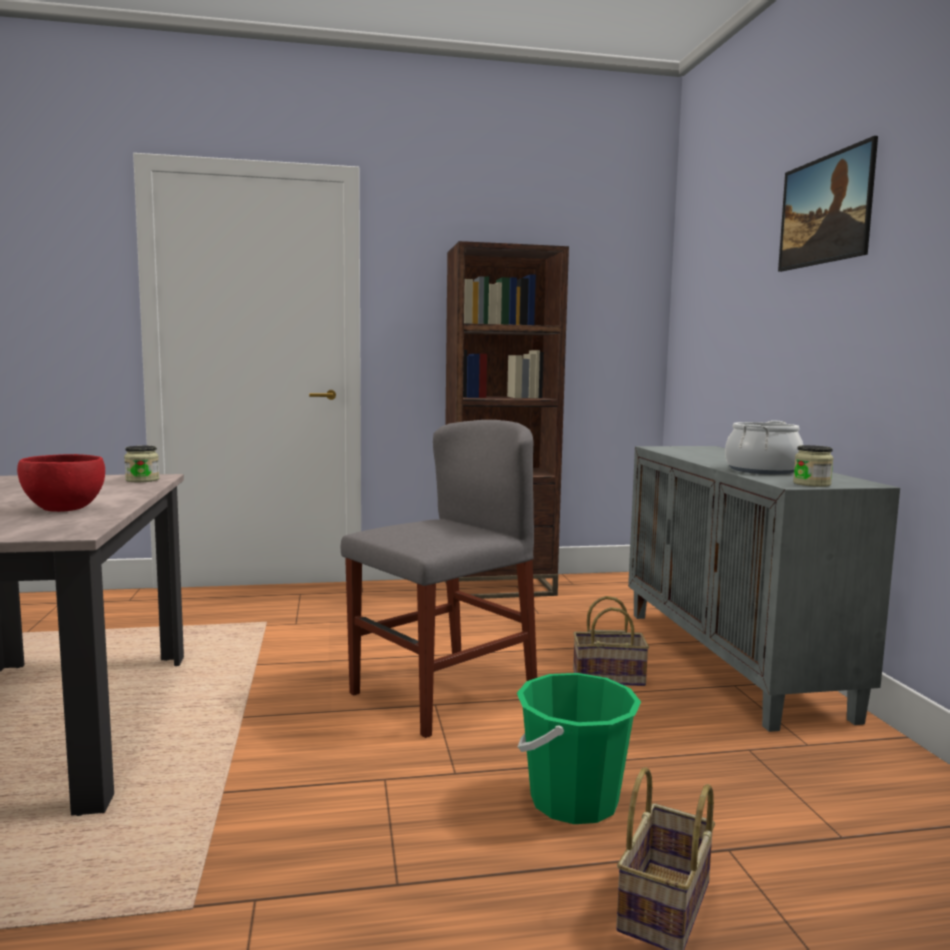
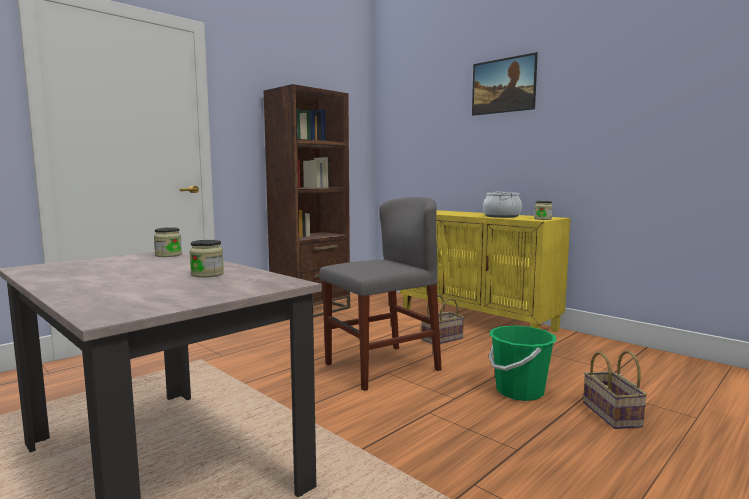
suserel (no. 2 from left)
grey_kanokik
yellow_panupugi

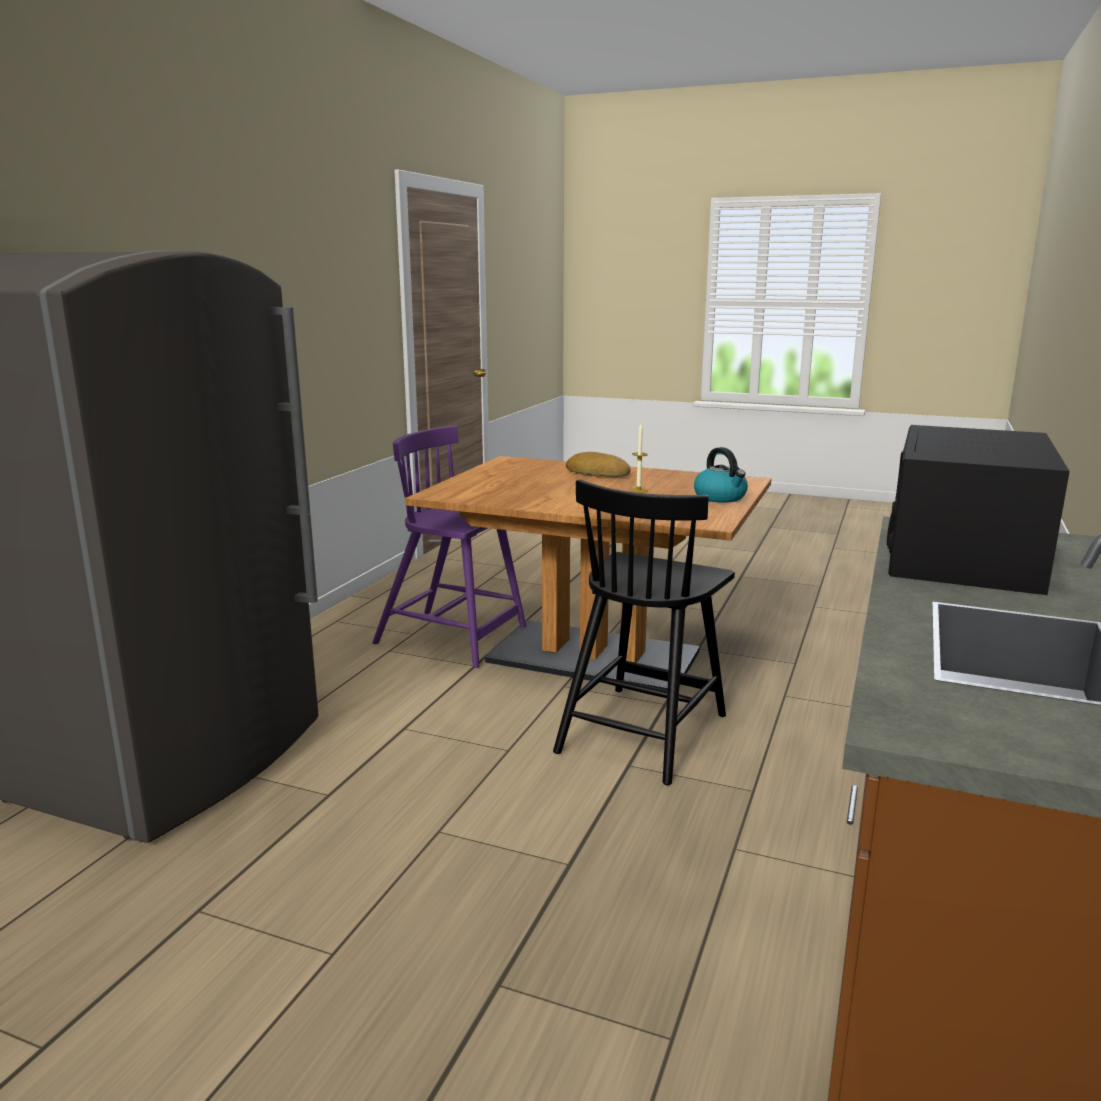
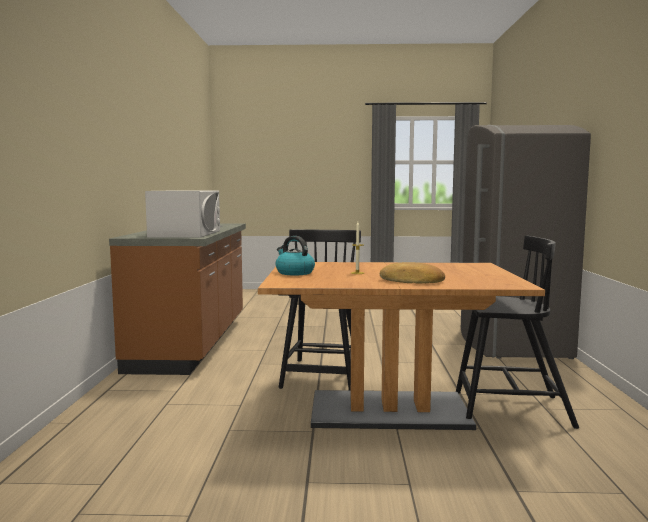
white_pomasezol
black_kanokik (no. 2 from left)

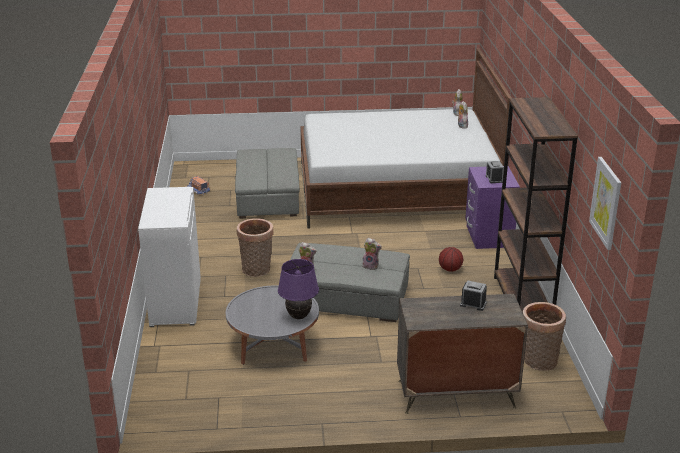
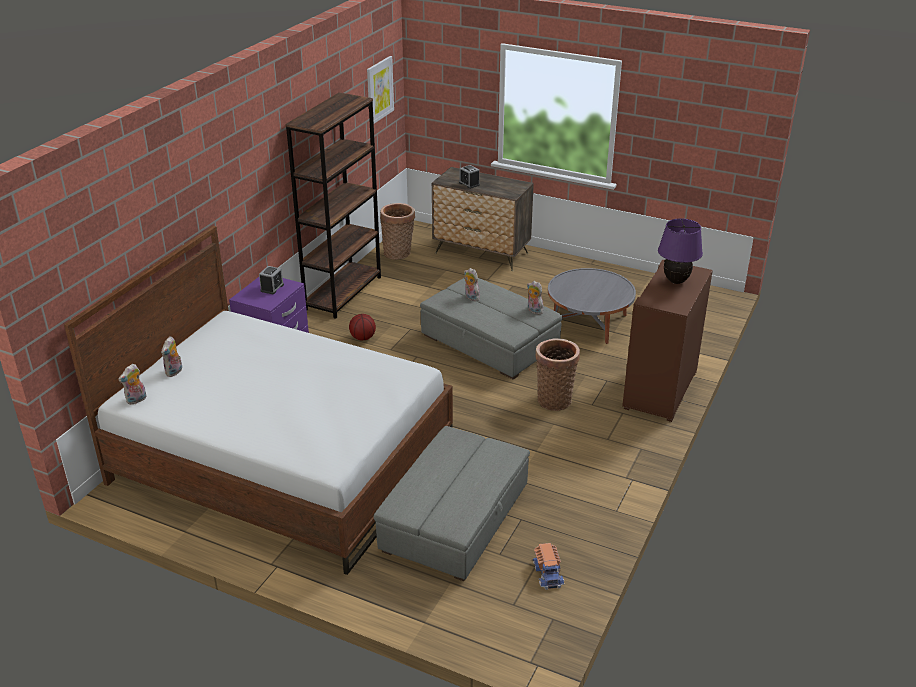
brown_panupugi
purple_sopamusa

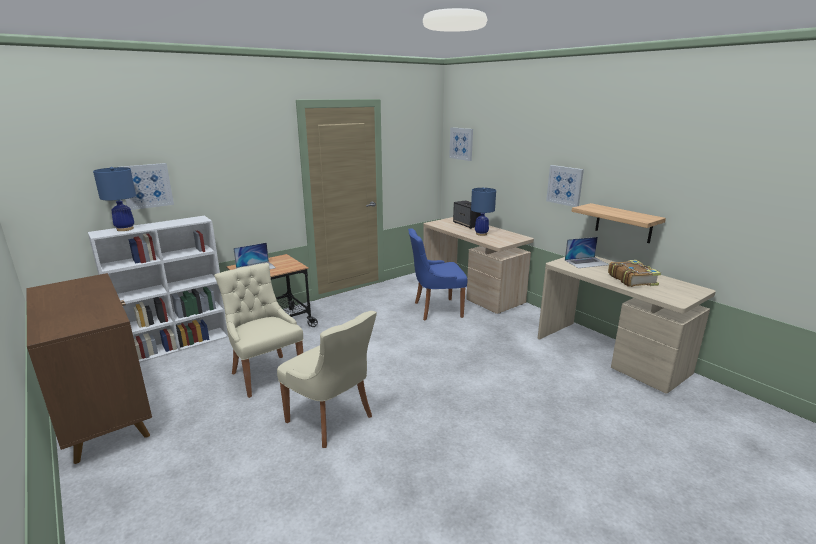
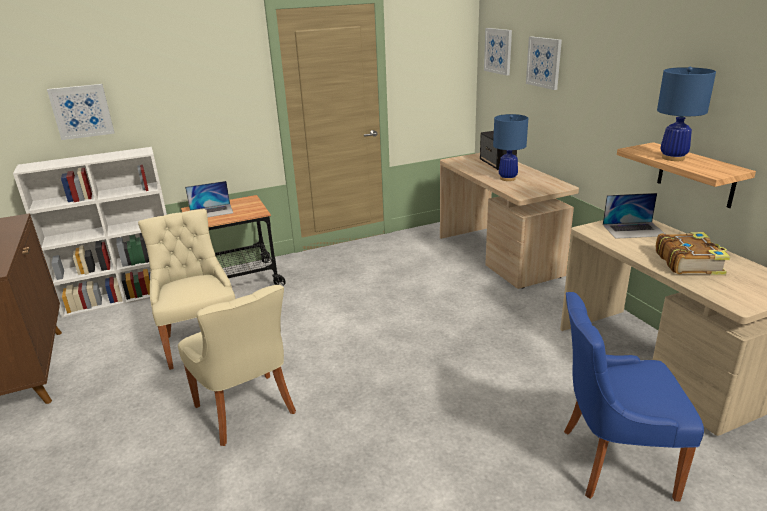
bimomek (no. 3 from left)
blue_kanokik
blue_sopamusa (no. 2 from left)

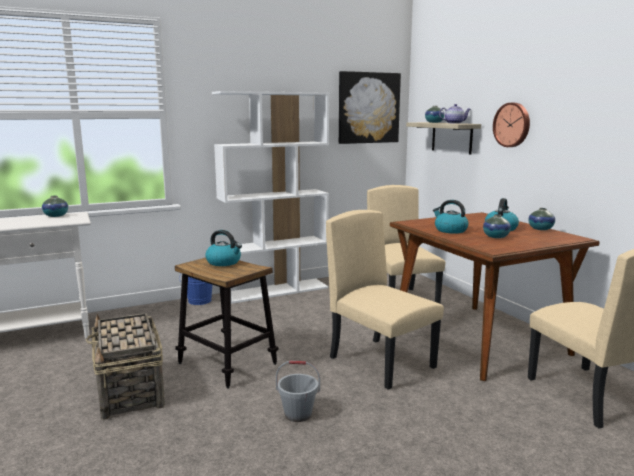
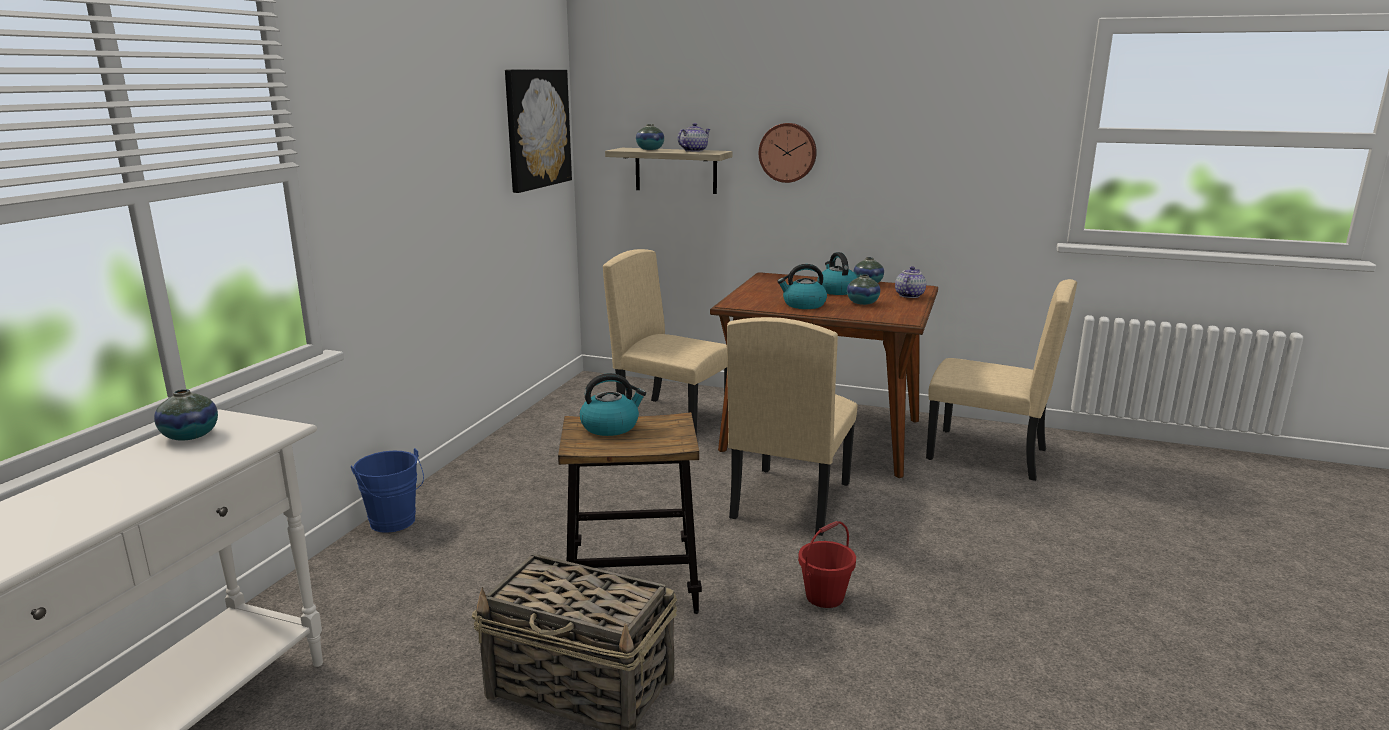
beige_kanokik (no. 2 from left)
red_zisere
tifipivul (no. 2 from left)
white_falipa

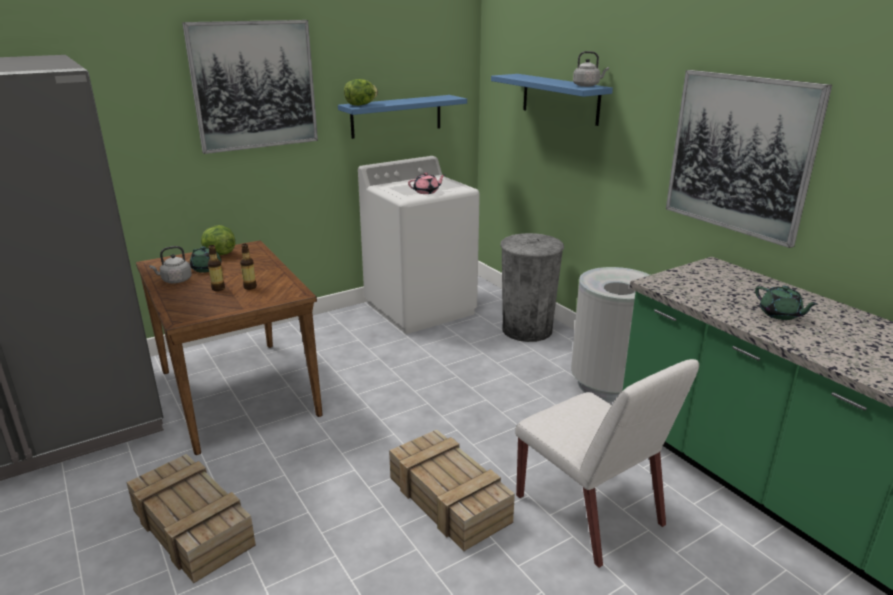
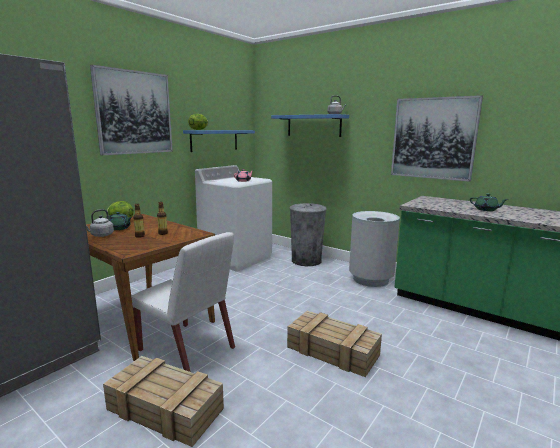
white_kanokik

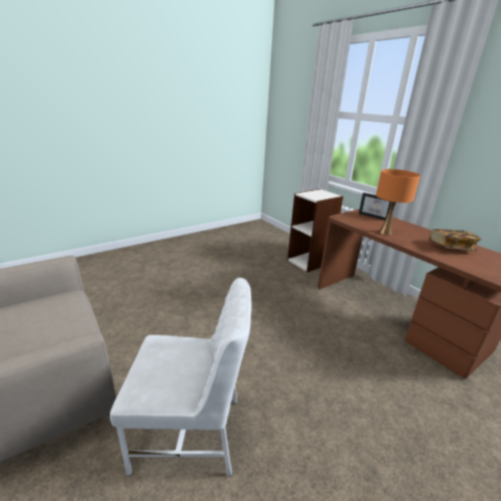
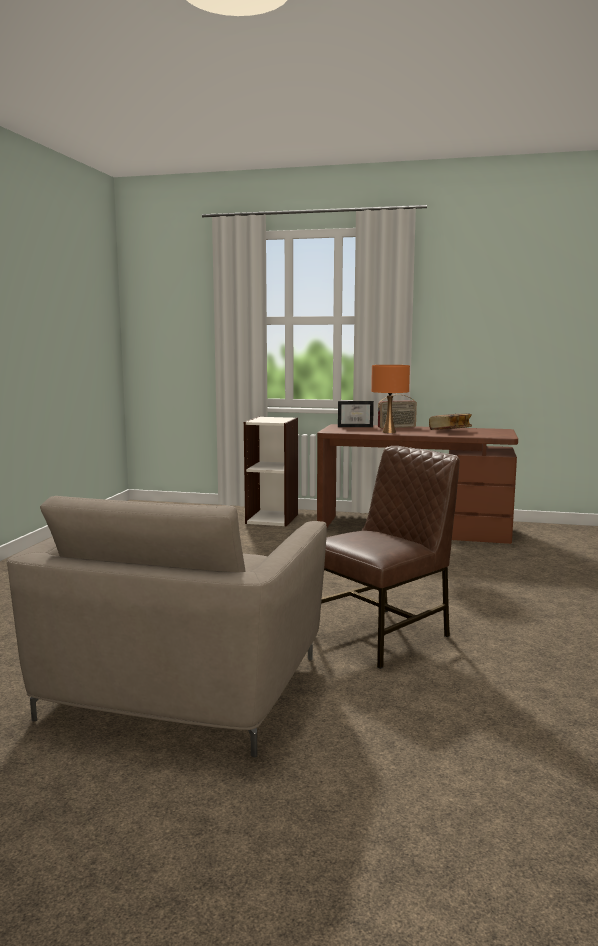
brown_kanokik
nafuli

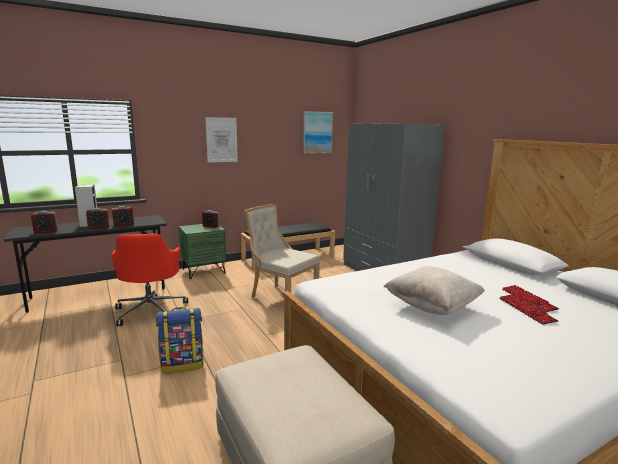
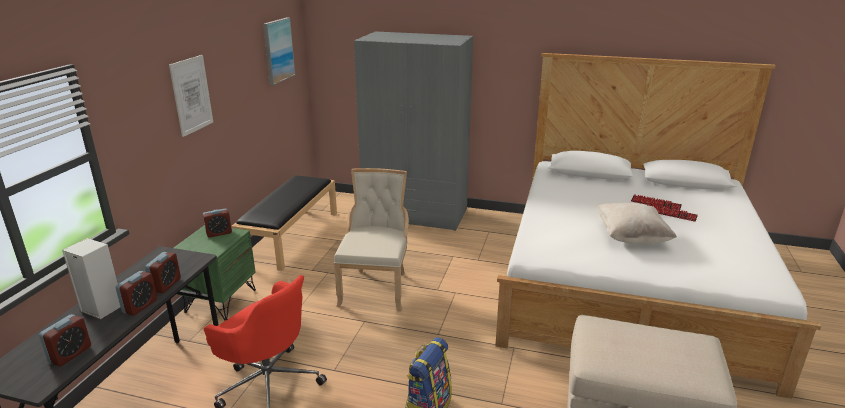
beige_kanokik

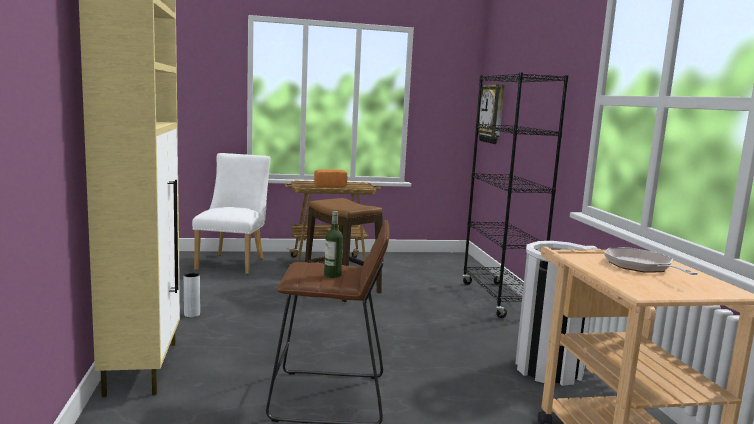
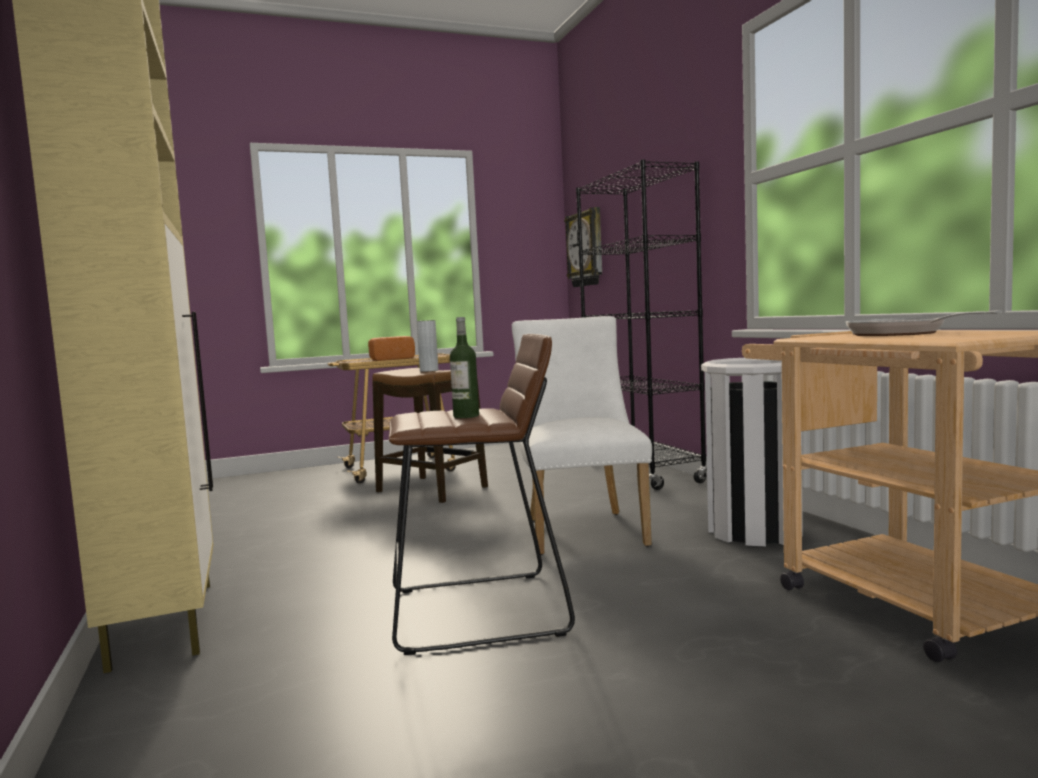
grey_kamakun
white_kanokik

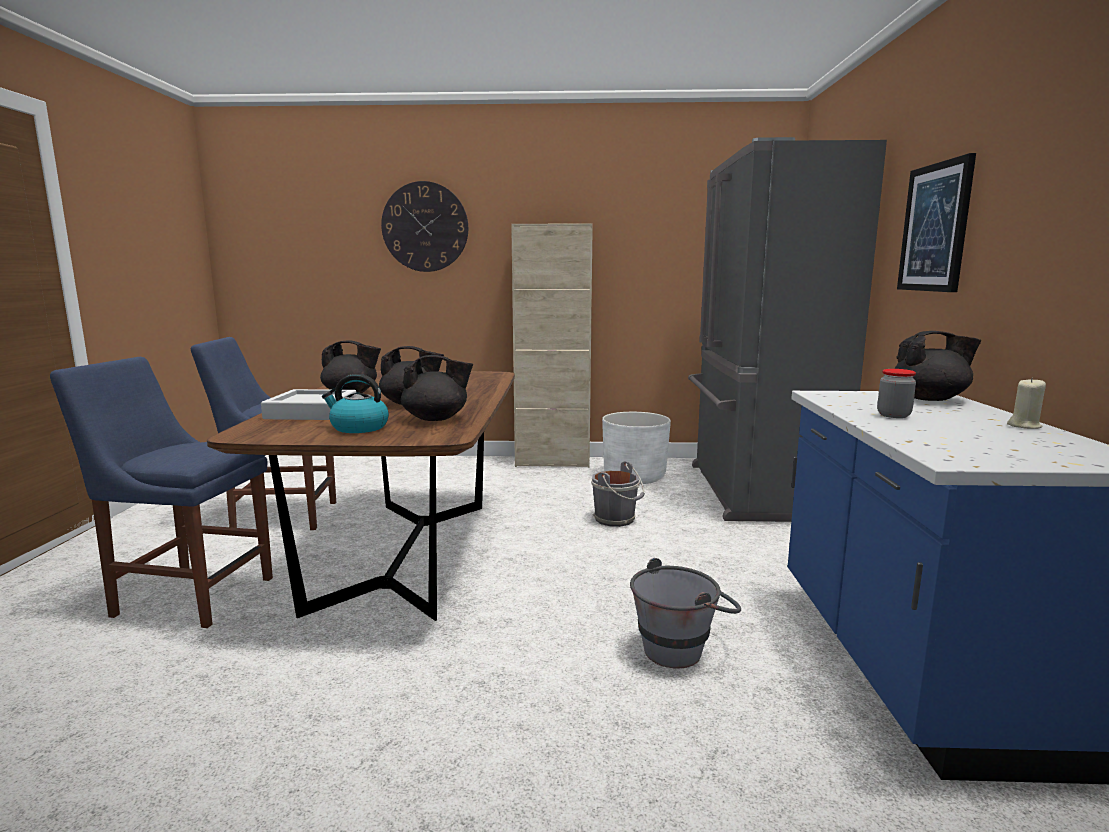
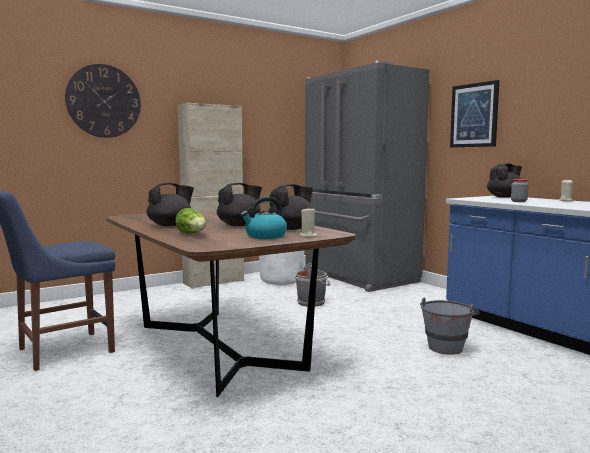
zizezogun
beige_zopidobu (no. 1 from left)
blue_kanokik (no. 1 from left in the first image)

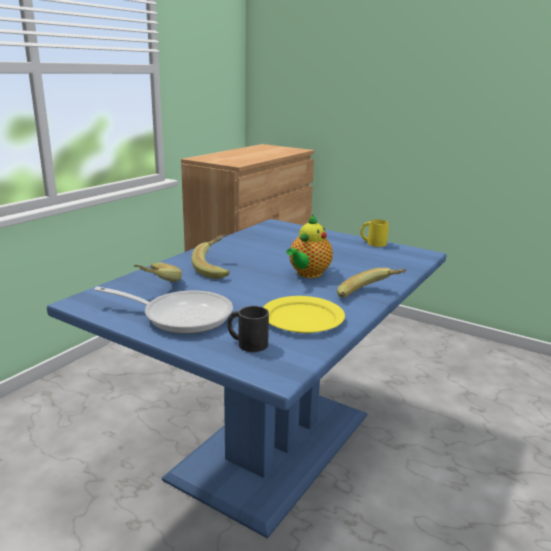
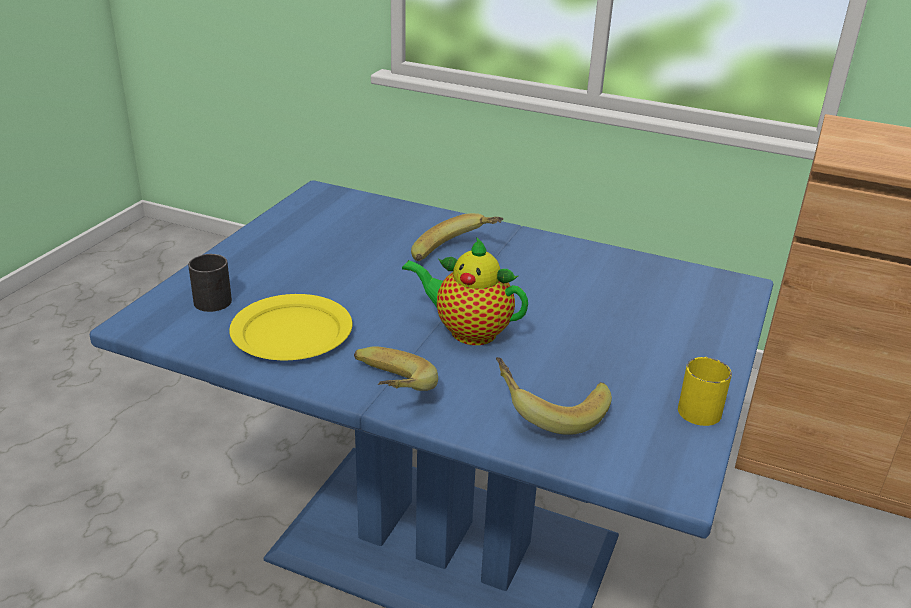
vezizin (no. 3 from left)
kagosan

